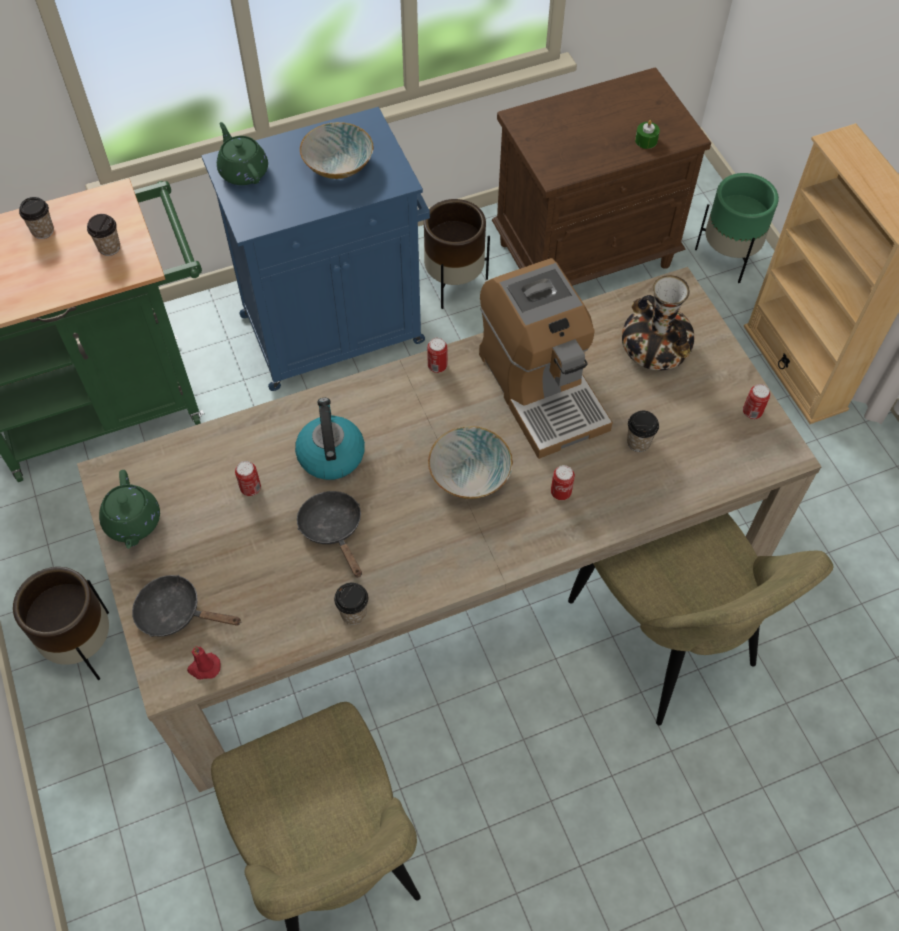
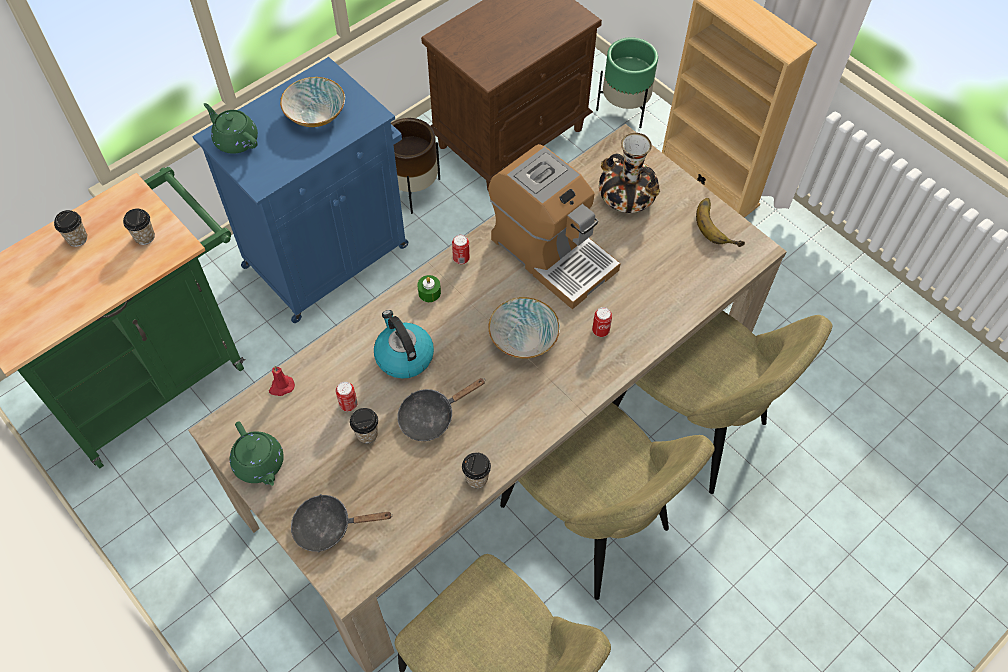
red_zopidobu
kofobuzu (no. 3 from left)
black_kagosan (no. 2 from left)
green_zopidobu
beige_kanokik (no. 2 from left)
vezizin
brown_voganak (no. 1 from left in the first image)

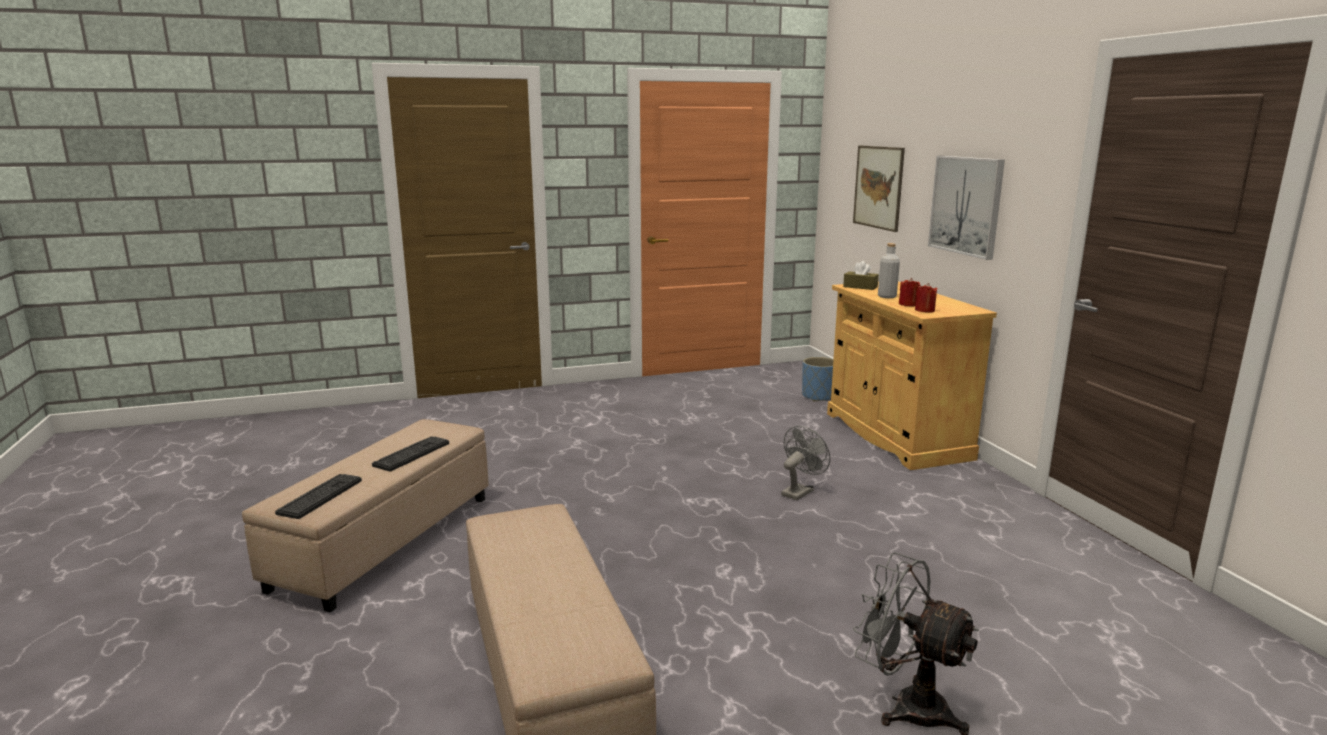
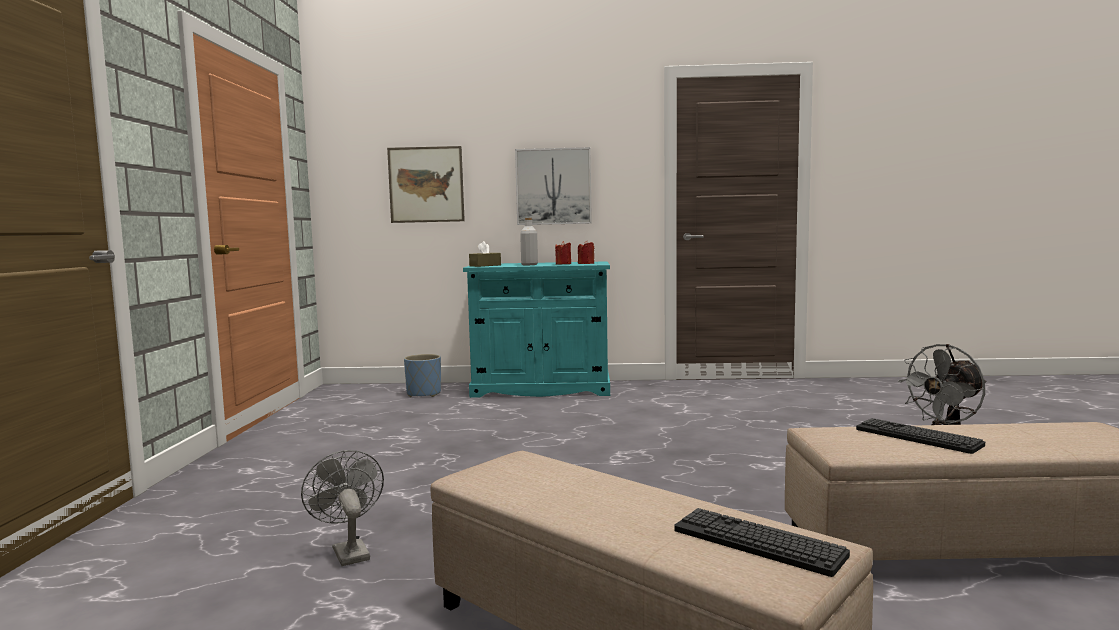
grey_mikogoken (no. 1 from left)
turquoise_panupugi
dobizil (no. 2 from left)

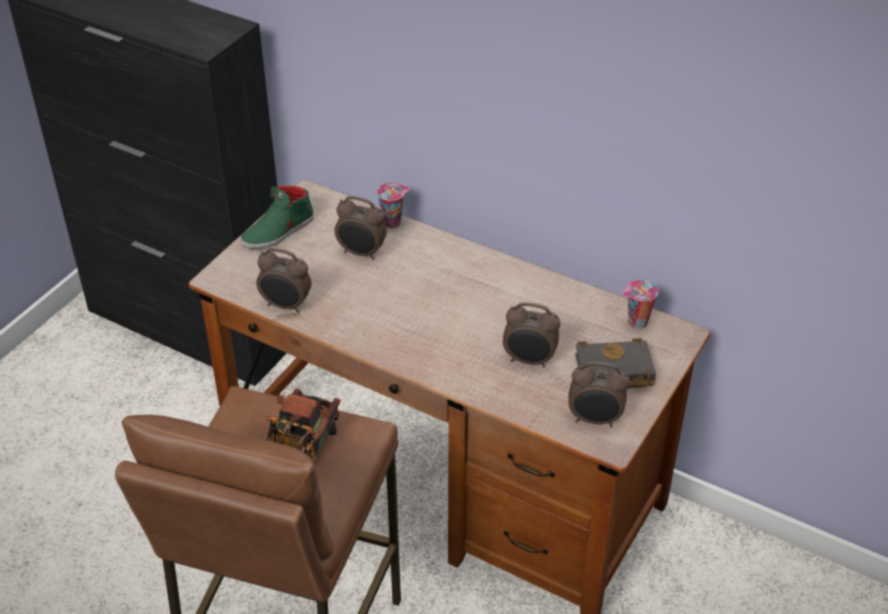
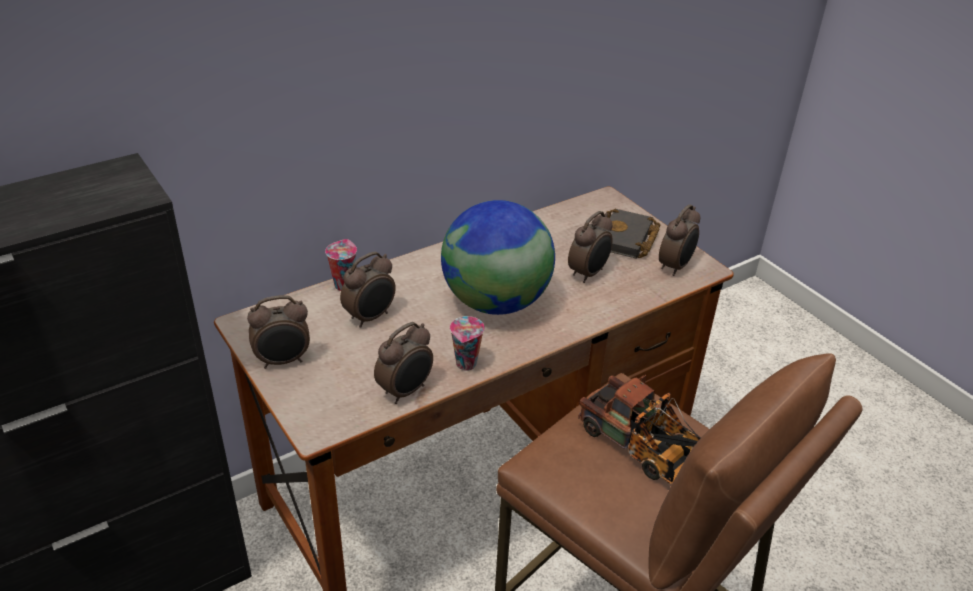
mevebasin (no. 1 from left)
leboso
kofobuzu (no. 2 from left)

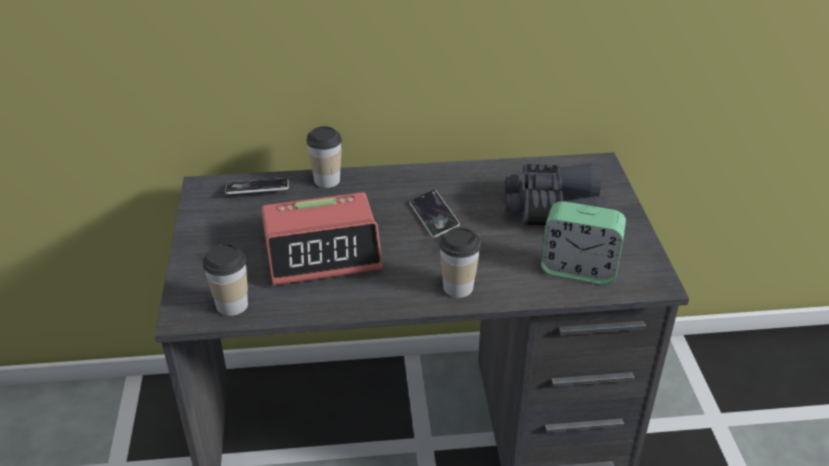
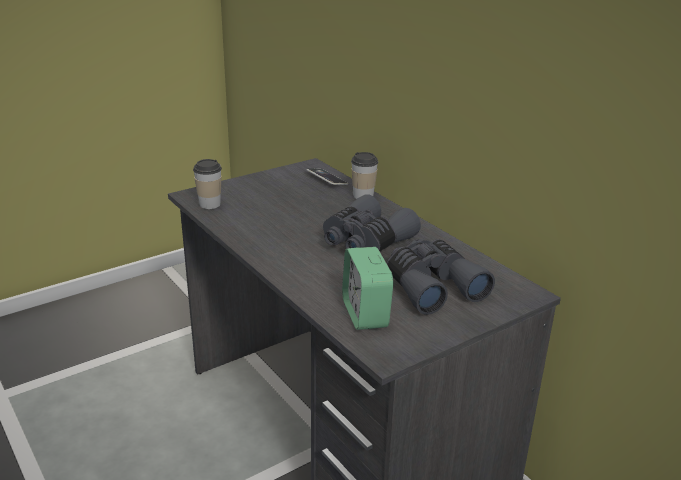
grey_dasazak (no. 1 from left)
mevebasin (no. 1 from left in the first image)
kofobuzu (no. 3 from left in the first image)

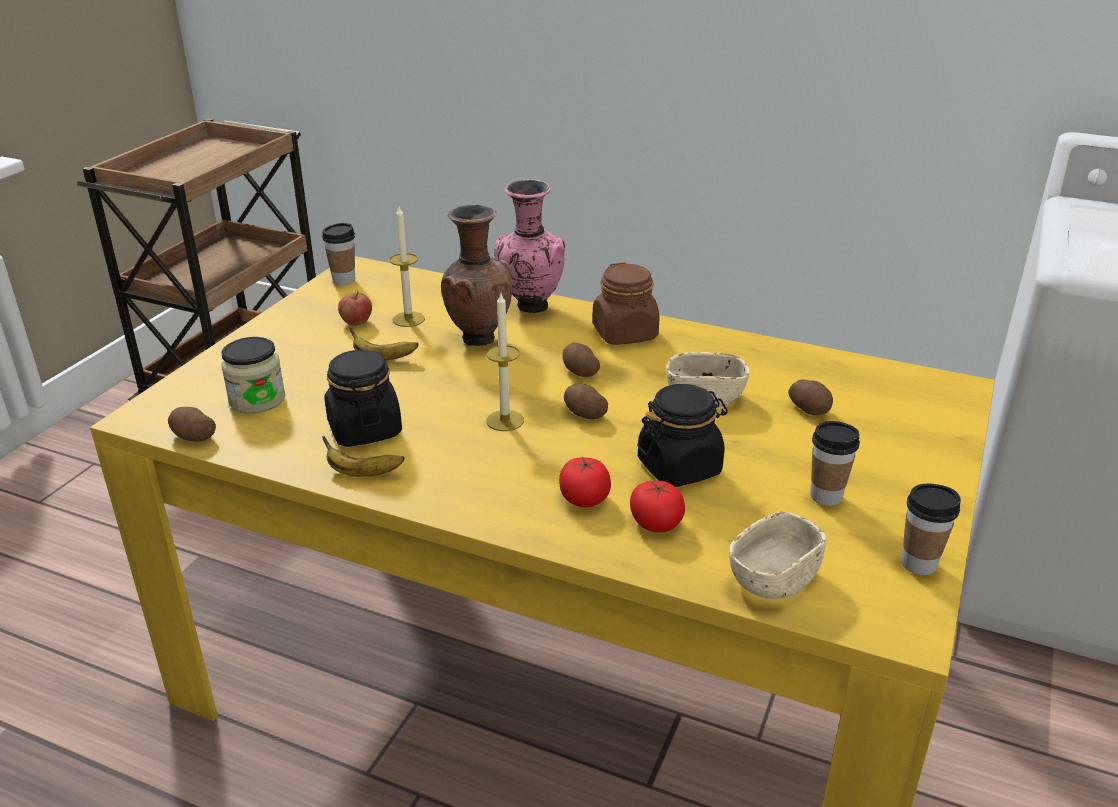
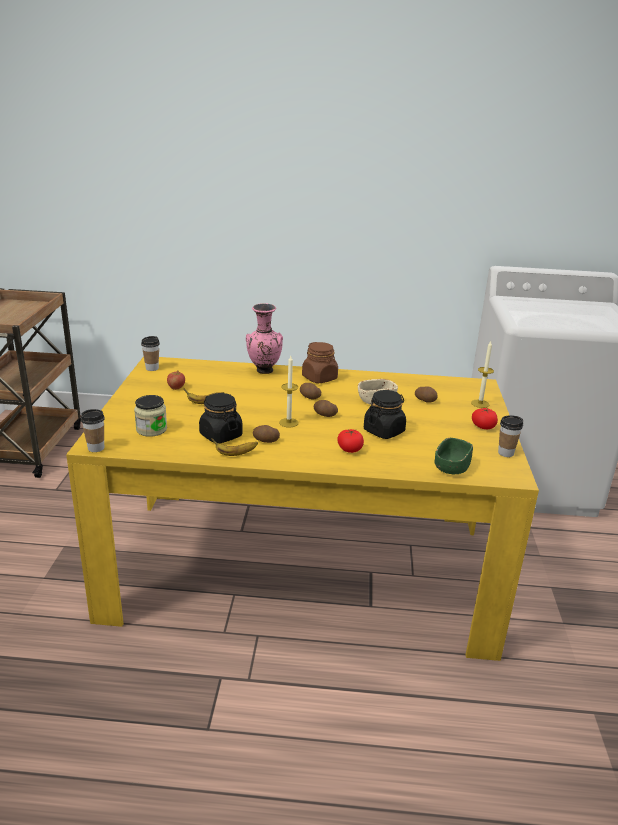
kofobuzu (no. 1 from left)
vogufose (no. 1 from left)
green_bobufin
zopidobu (no. 2 from left)
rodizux (no. 2 from left)
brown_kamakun

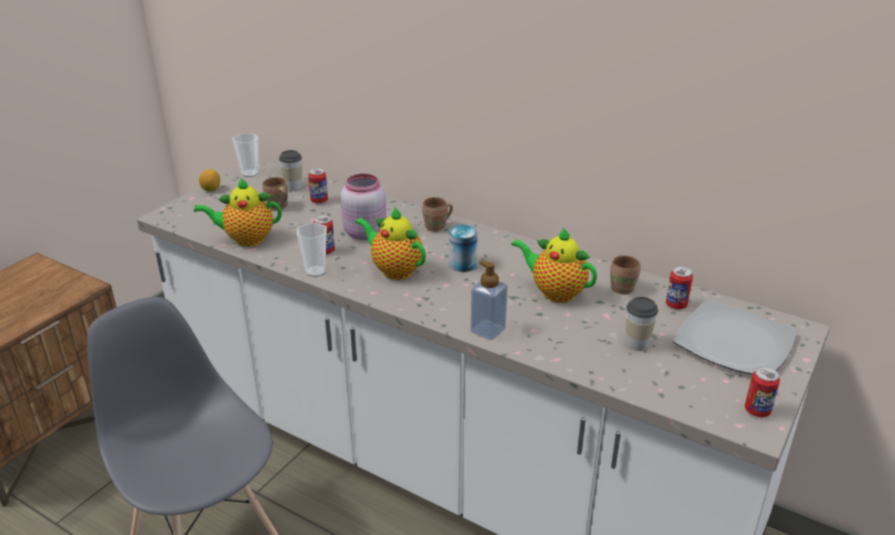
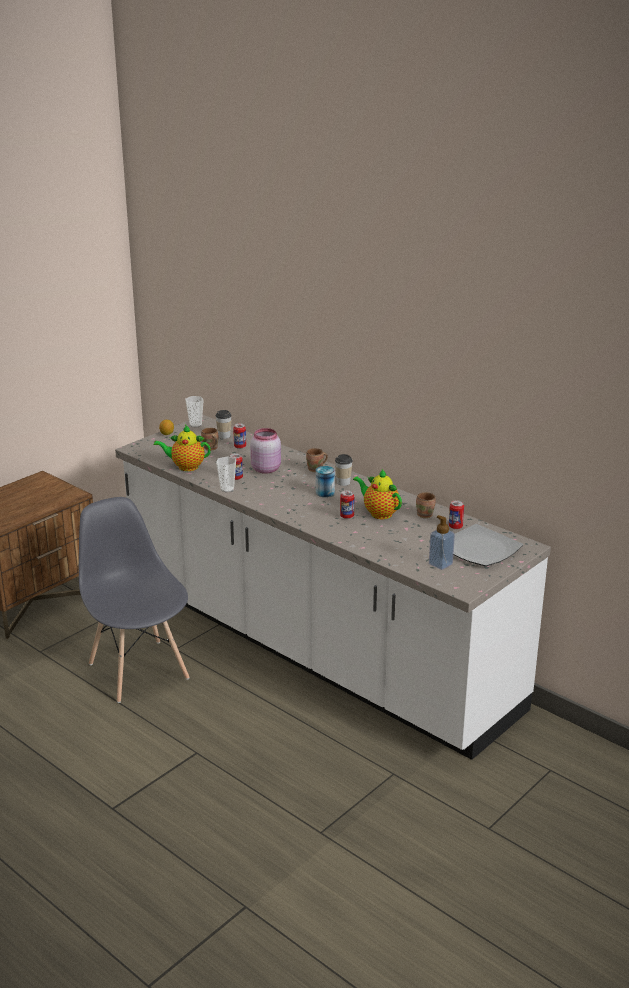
kofobuzu (no. 4 from left)
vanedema (no. 4 from left)
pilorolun
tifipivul (no. 2 from left in the first image)

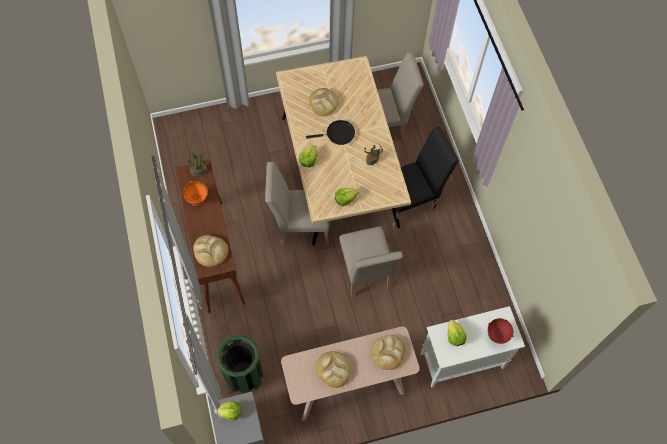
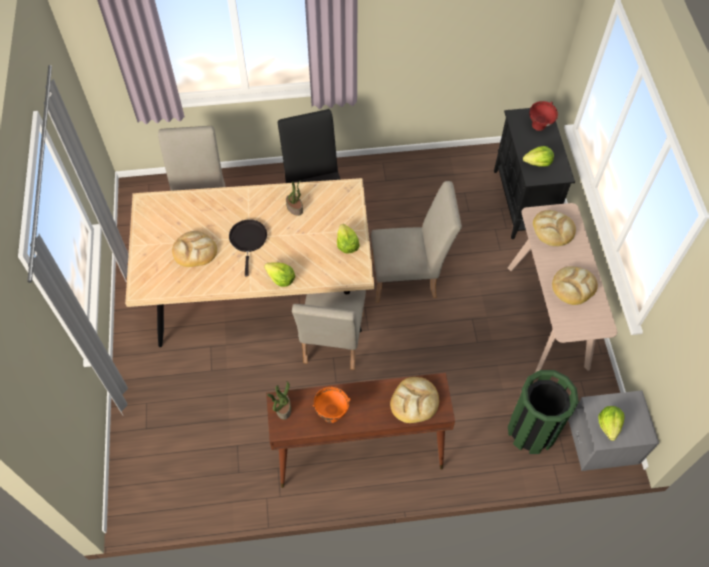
black_panupugi

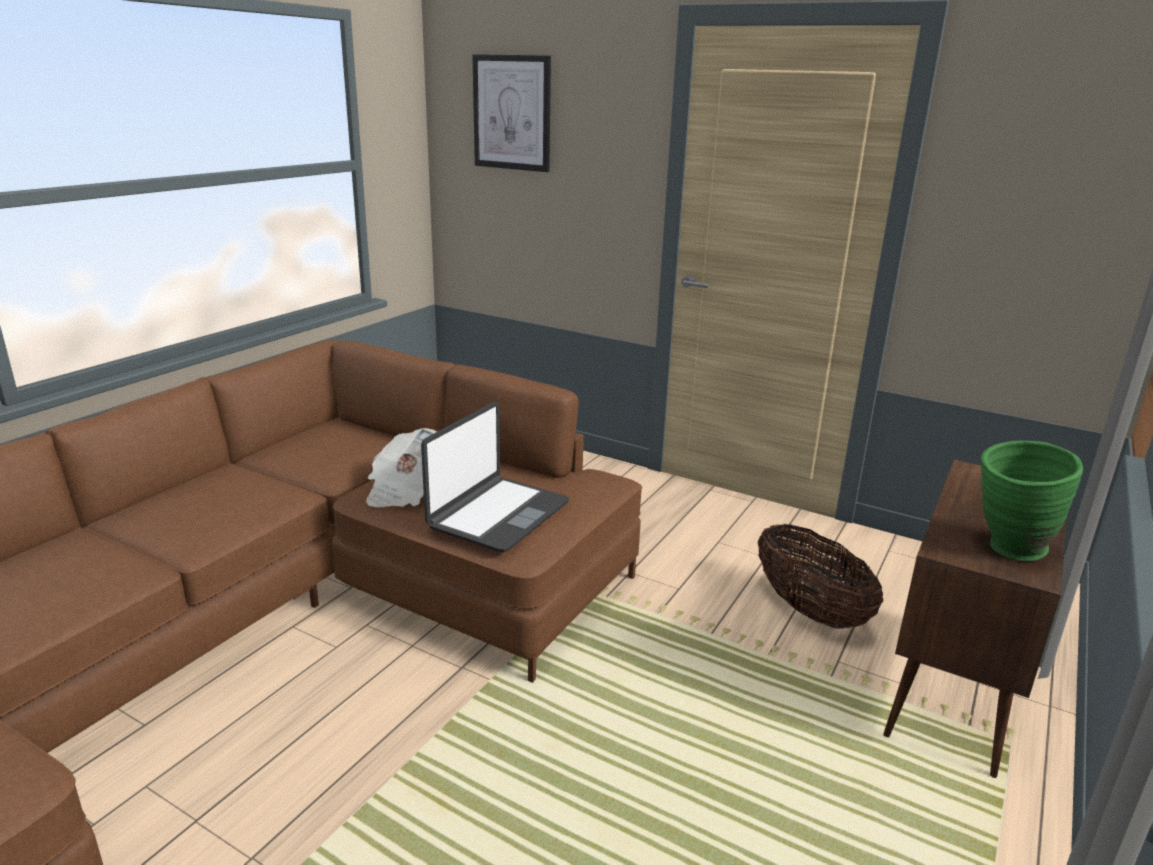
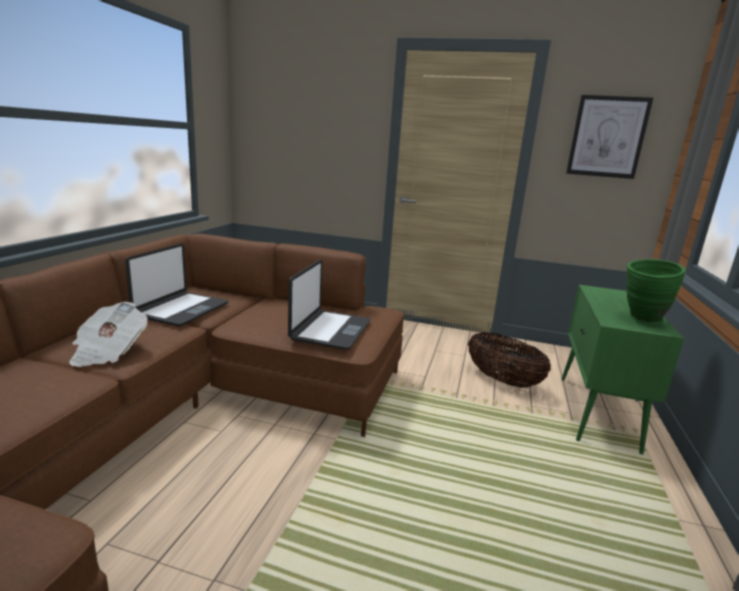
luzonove
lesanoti (no. 1 from left)
green_panupugi
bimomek

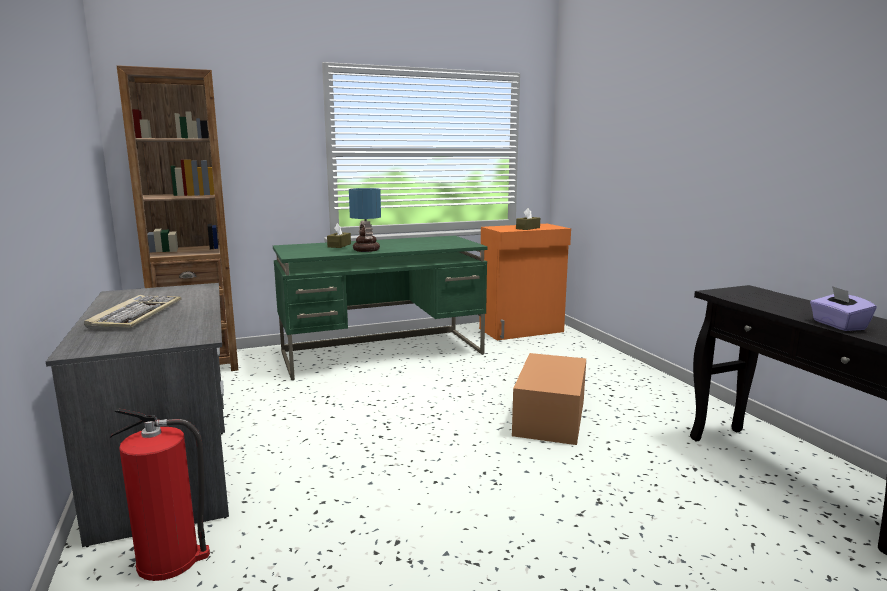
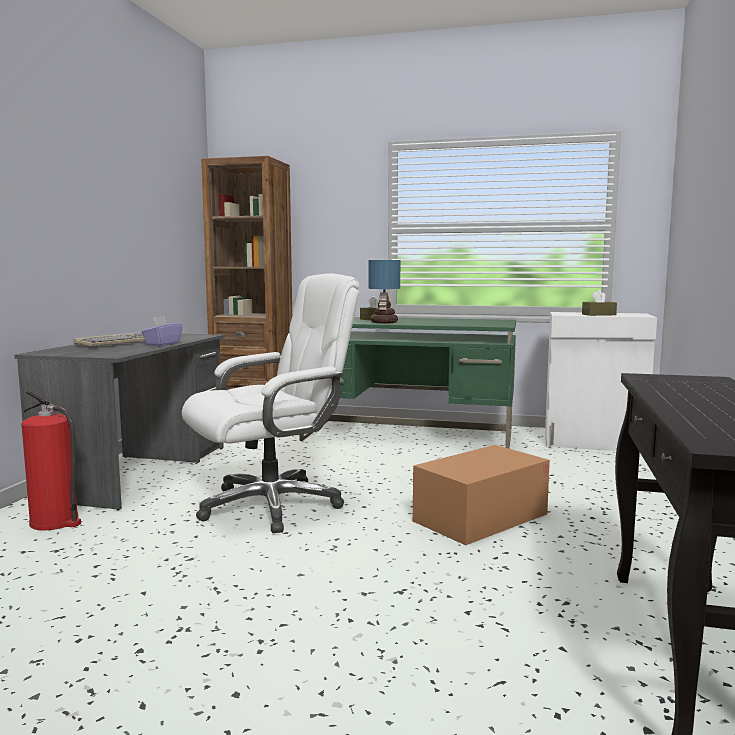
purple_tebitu
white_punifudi
white_panupugi

